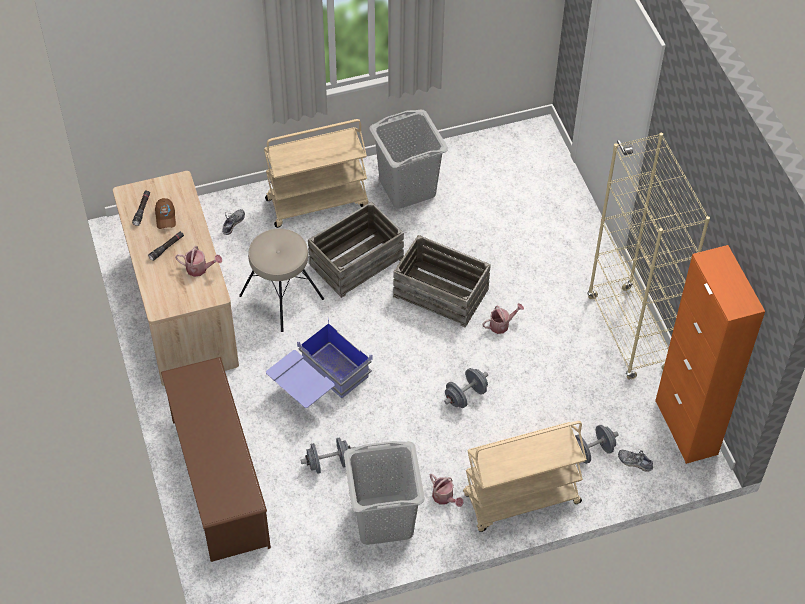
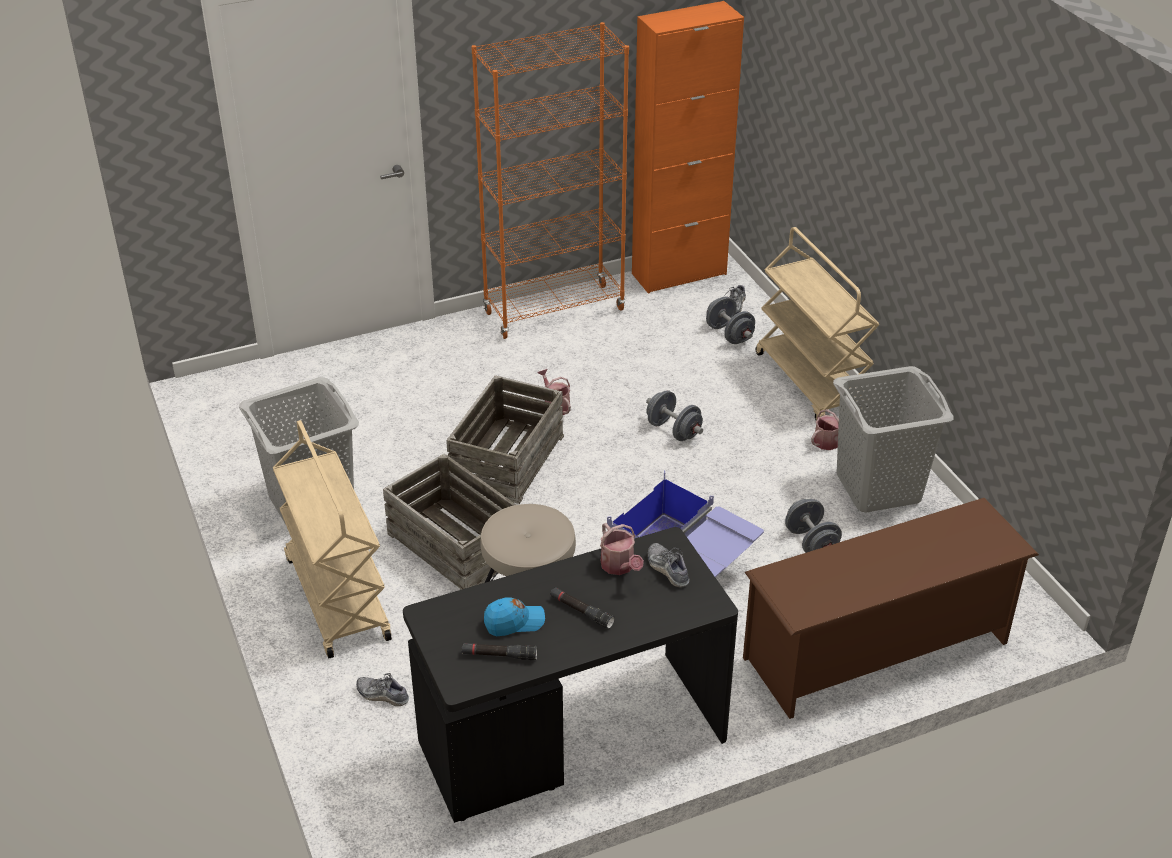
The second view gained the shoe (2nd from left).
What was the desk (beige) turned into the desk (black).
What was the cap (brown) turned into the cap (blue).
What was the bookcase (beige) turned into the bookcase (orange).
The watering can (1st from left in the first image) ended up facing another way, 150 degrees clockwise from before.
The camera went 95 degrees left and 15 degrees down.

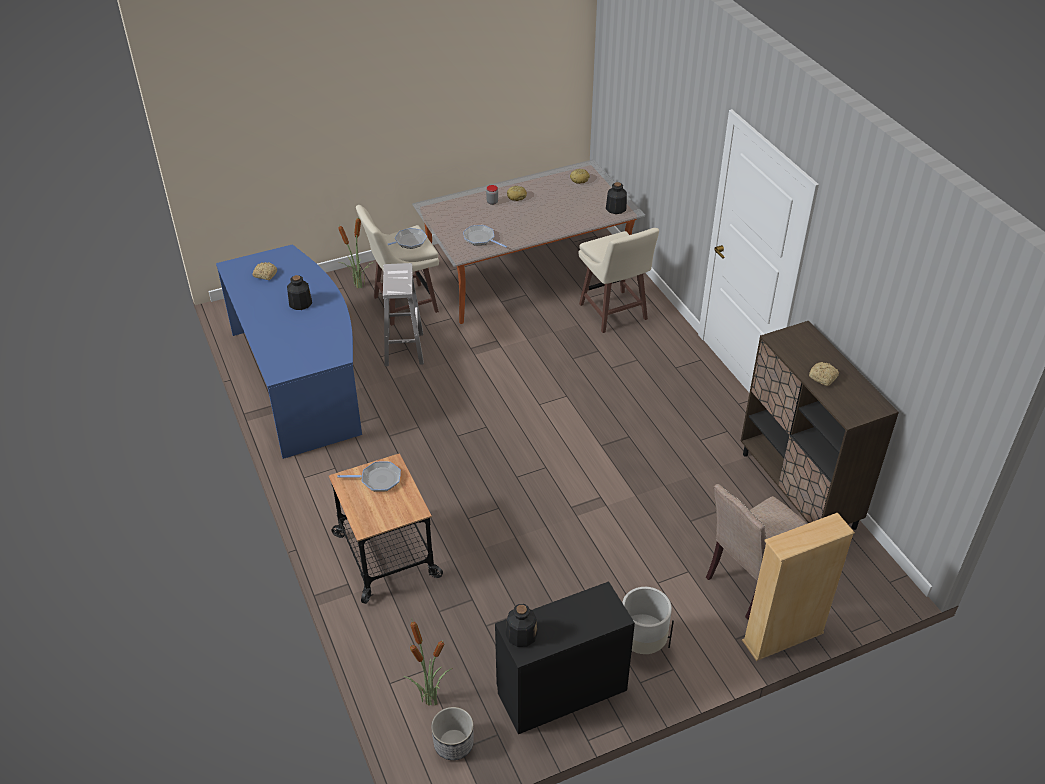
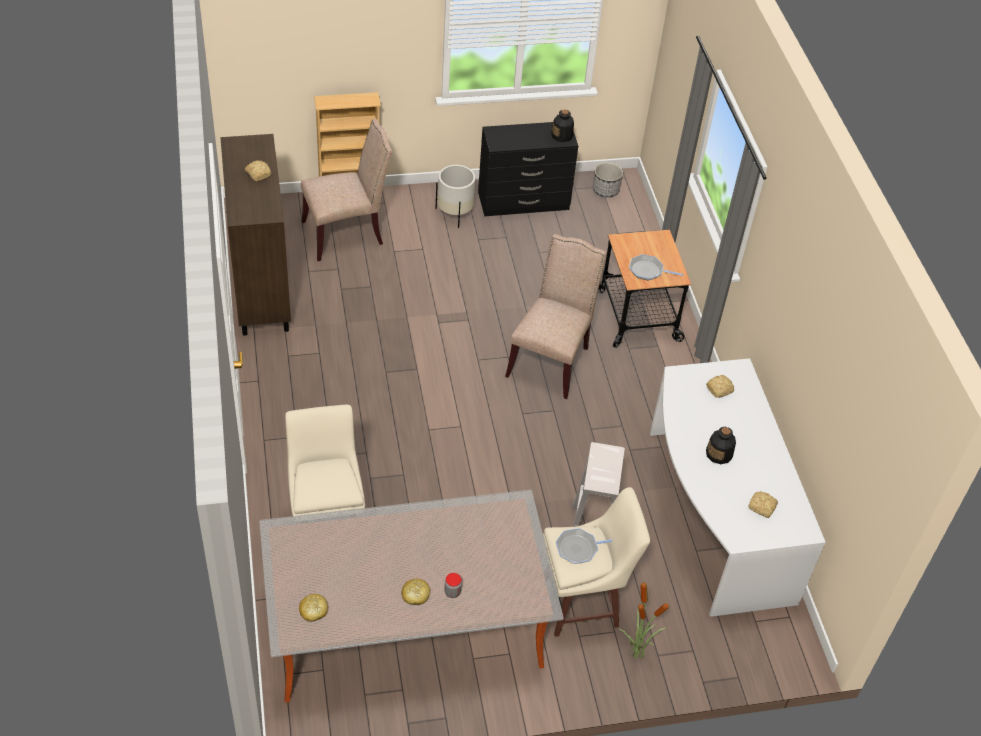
The second view lost the potted plant (2nd from left).
The second view lost the frying pan (3rd from left).
The second view lost the bottle (3rd from left).
The second view gained the chair (beige) (2nd from left).
The second view gained the bread (4th from left).
What was the desk (blue) turned into the desk (white).
The camera went 170 degrees left and 5 degrees up.

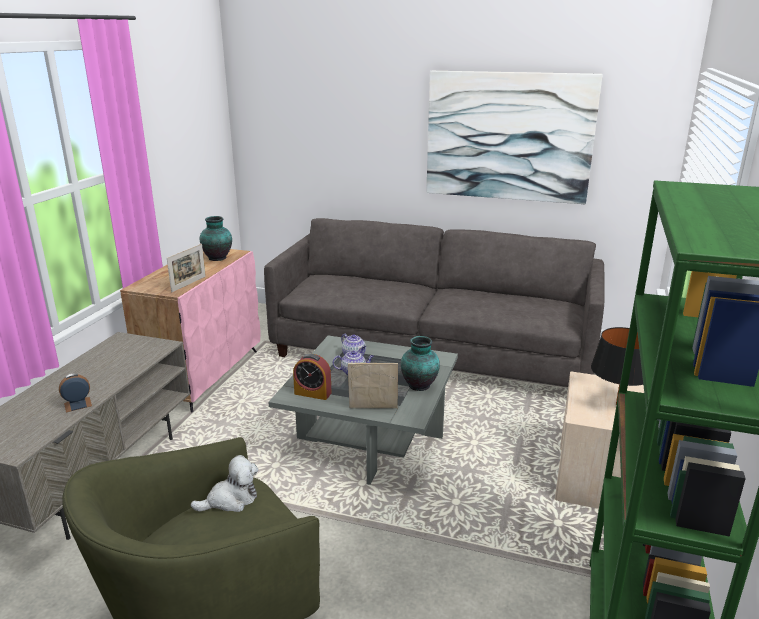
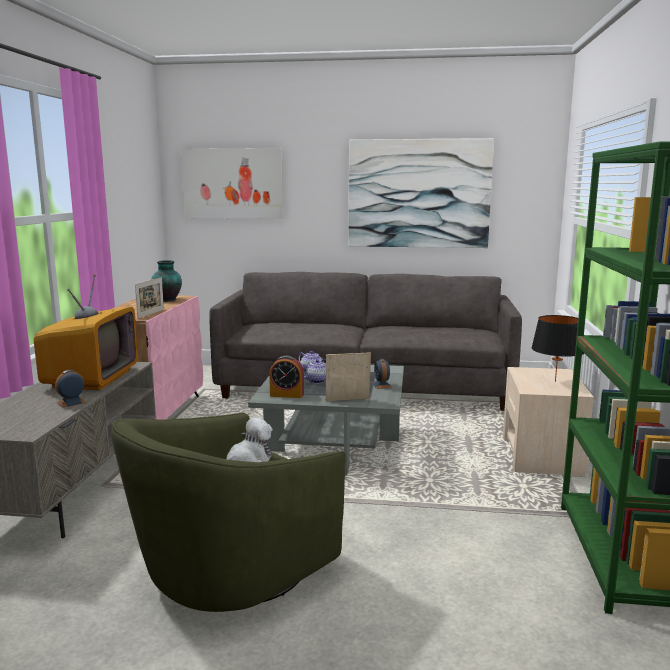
The second view gained the television.
The second view gained the picture (1st from left).
Where the vase (2nd from left) stood, the alarm clock (3rd from left) came to stand.
The camera went 10 degrees left and 10 degrees down.

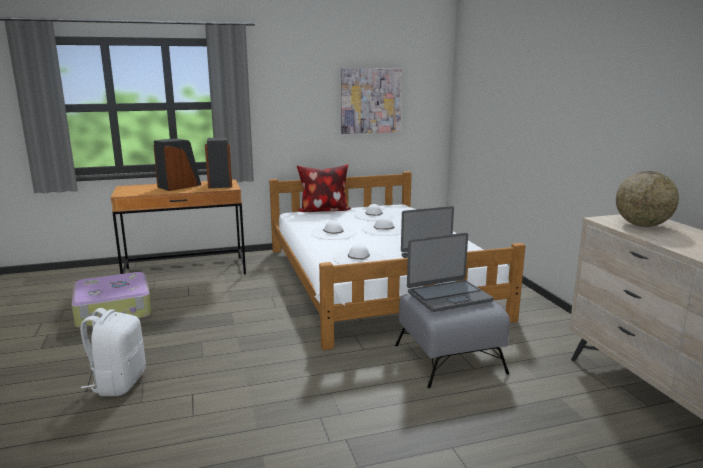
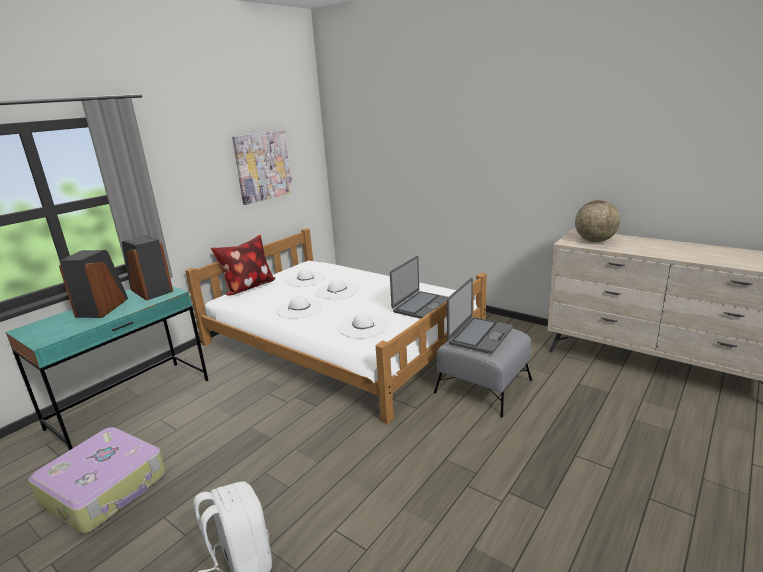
What was the desk (brown) turned into the desk (turquoise).
The camera went 35 degrees left and 5 degrees up.

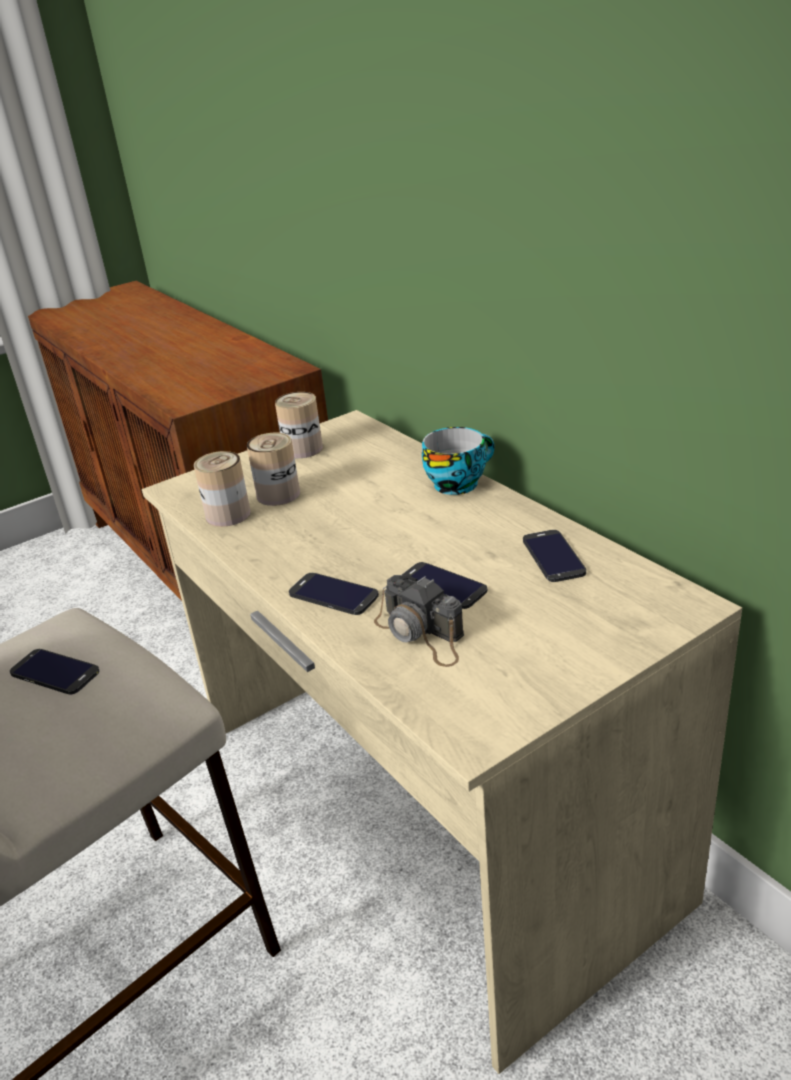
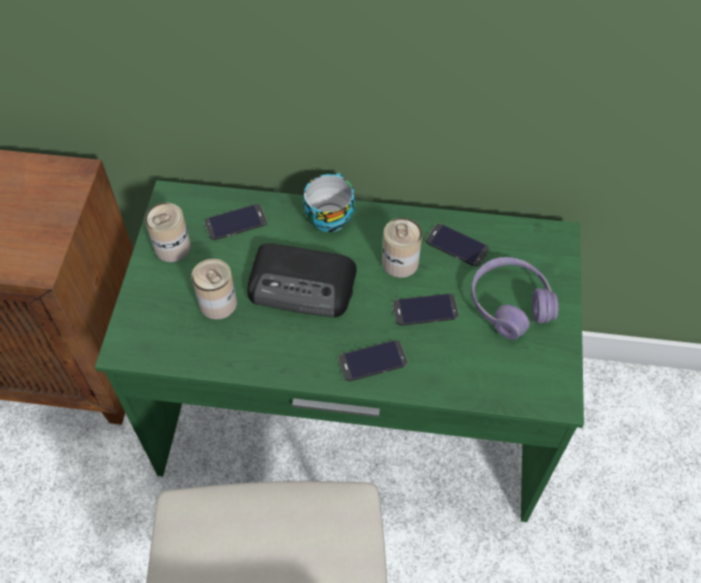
The second view lost the photo camera.
The second view gained the radio.
The second view gained the headphones (purple).
The phone (1st from left) ended up elsewhere.
The can (1st from left in the first image) ended up elsewhere.
What was the desk (beige) turned into the desk (green).
The camera went 50 degrees left and 25 degrees up.

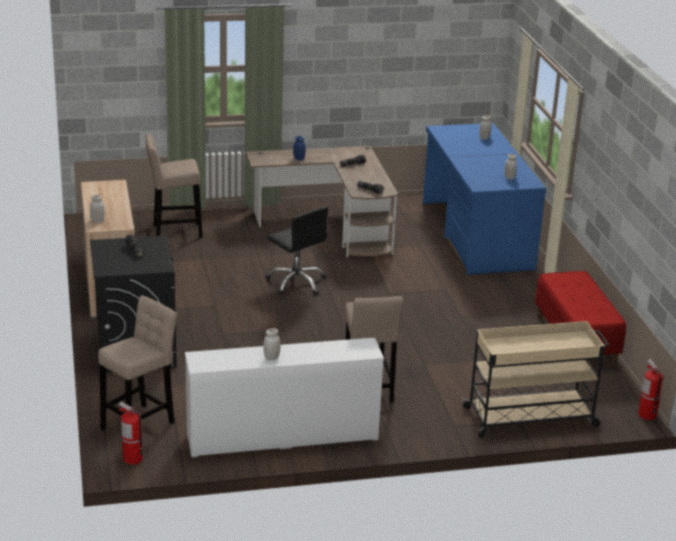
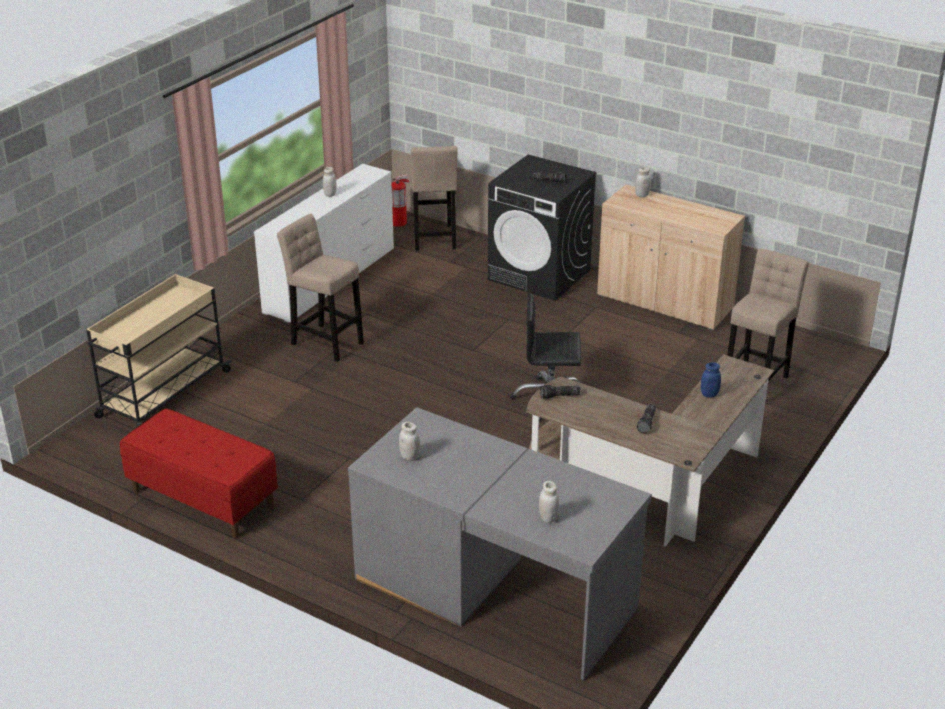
The second view lost the fire extinguisher (2nd from left).
What was the desk (blue) turned into the desk (grey).
The camera went 135 degrees right and 5 degrees up.

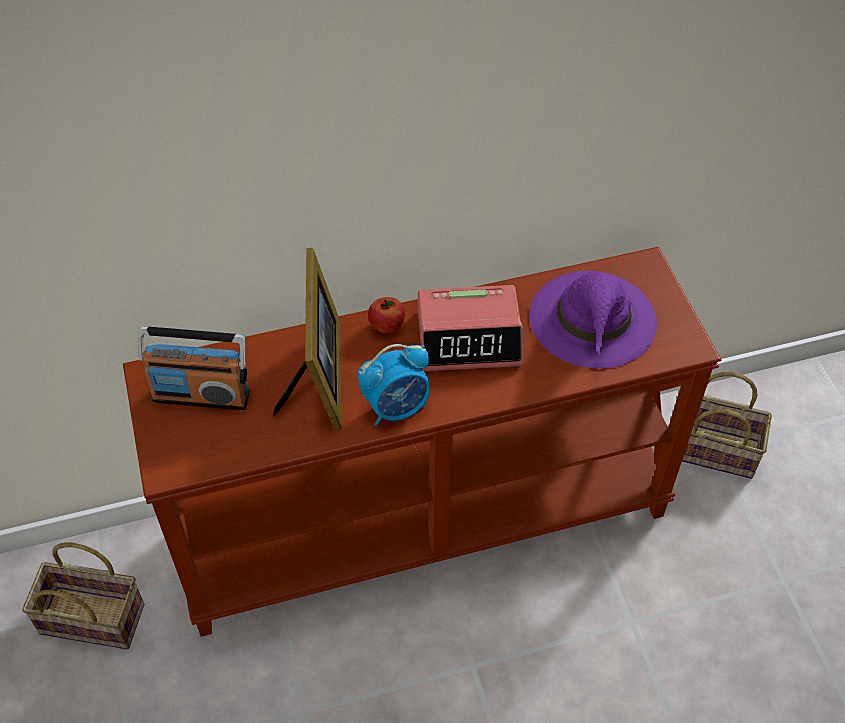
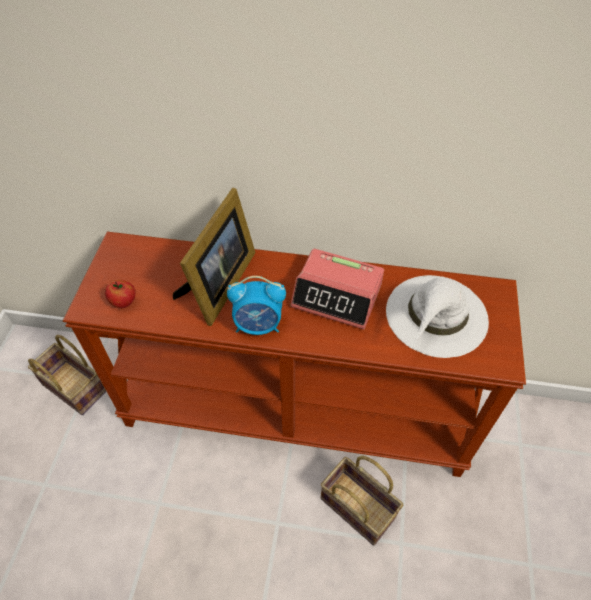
The second view lost the radio.
The apple ended up elsewhere.
The basket (2nd from left) ended up elsewhere.
What was the hat (purple) turned into the hat (white).
The camera went 25 degrees right and 0 degrees up.

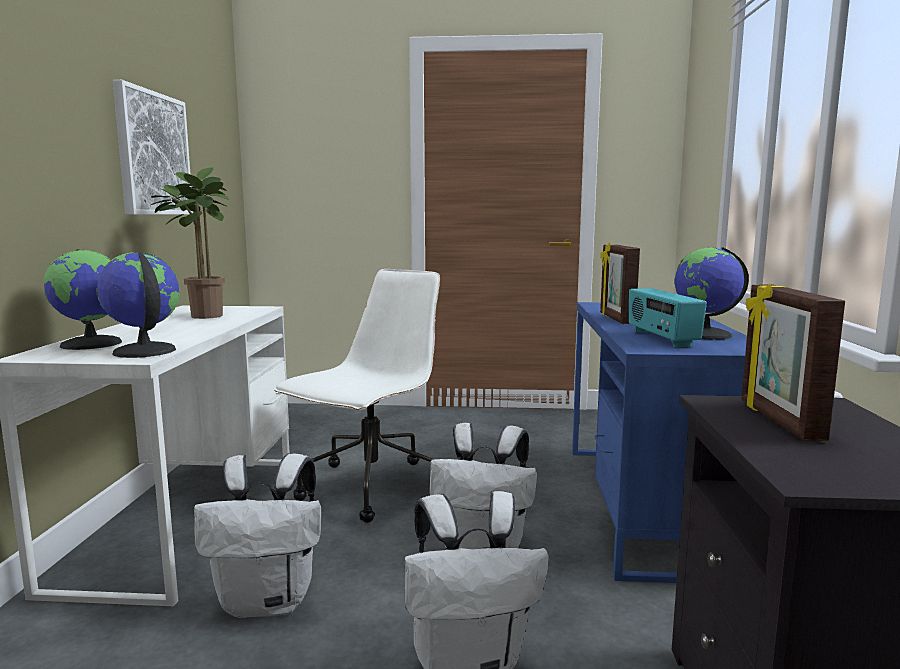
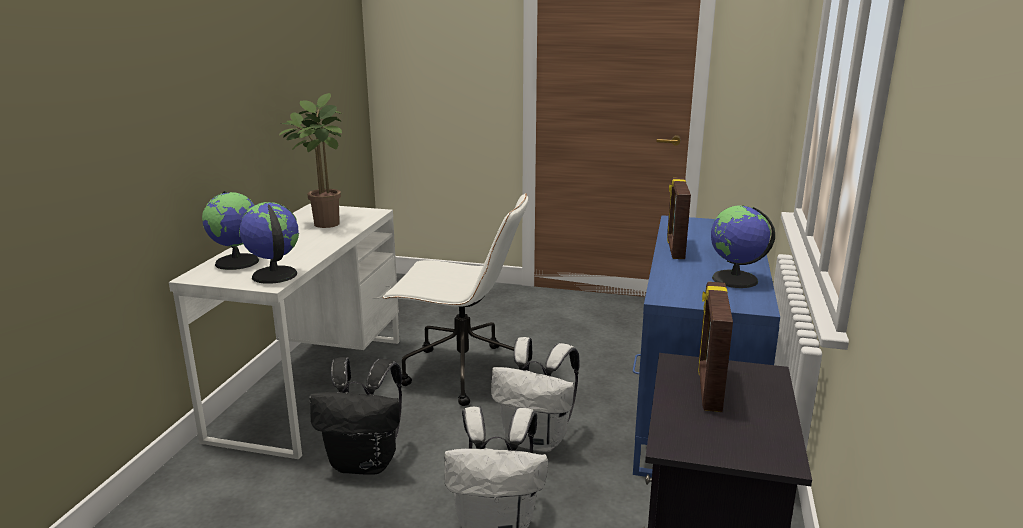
The second view lost the picture.
The second view lost the radio.
What was the backpack (white) (1st from left) turned into the backpack (black).
The office chair (white) ended up facing another way, 60 degrees clockwise from before.
The camera went 10 degrees right and 10 degrees up.

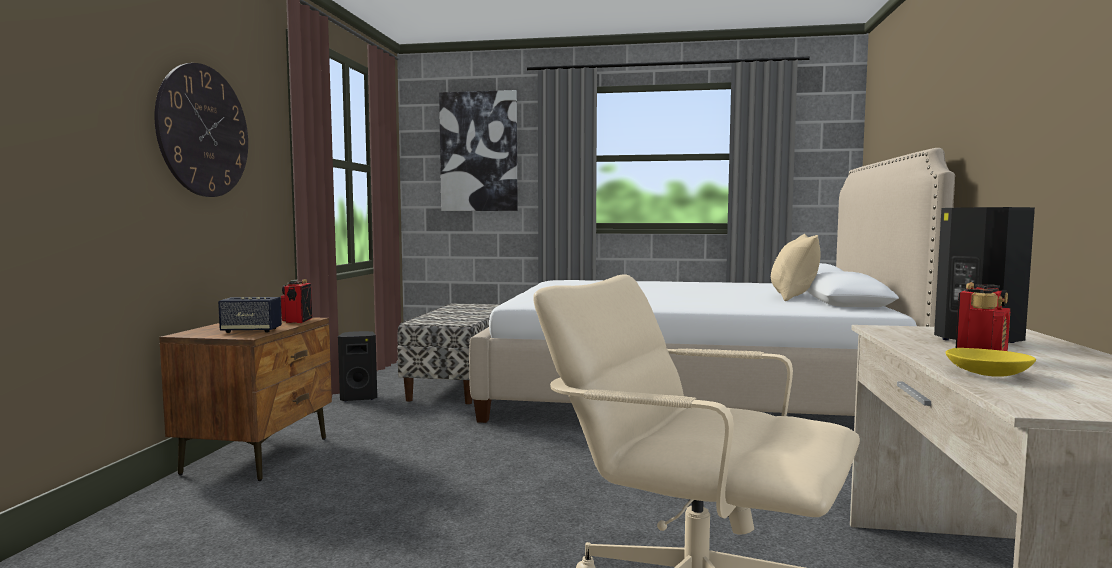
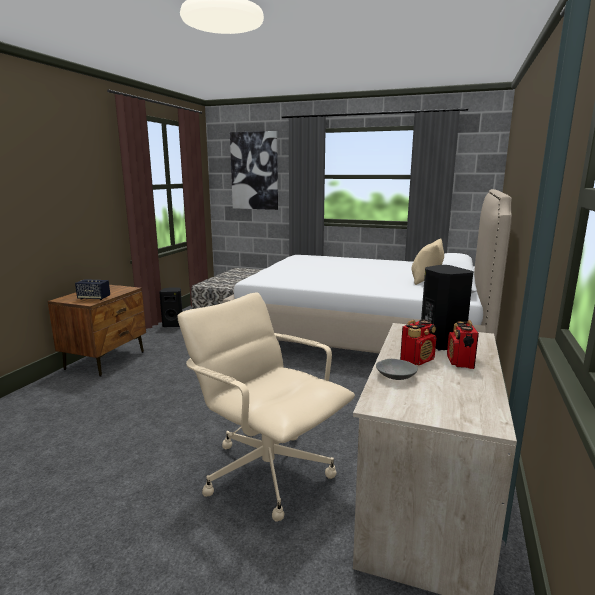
The second view lost the wall clock.
The radio (1st from left in the first image) ended up elsewhere.
What was the bowl (yellow) turned into the bowl (grey).
The camera went 10 degrees right and 10 degrees up.

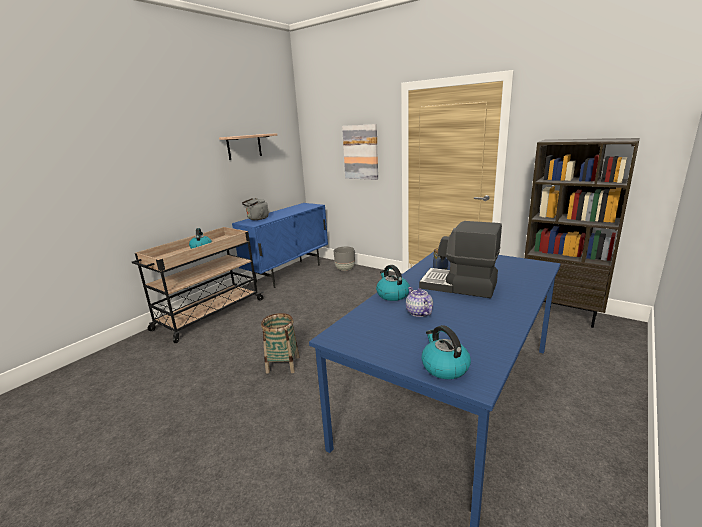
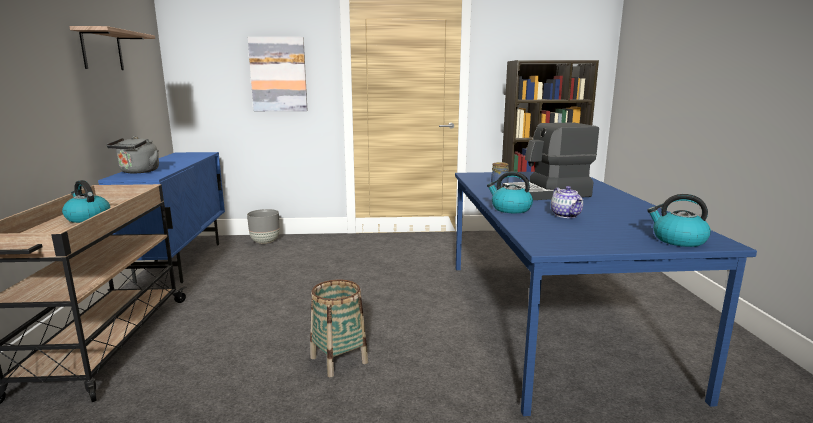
The teapot ended up facing another way, 135 degrees counterclockwise from before.
The camera went 40 degrees left and 5 degrees down.

